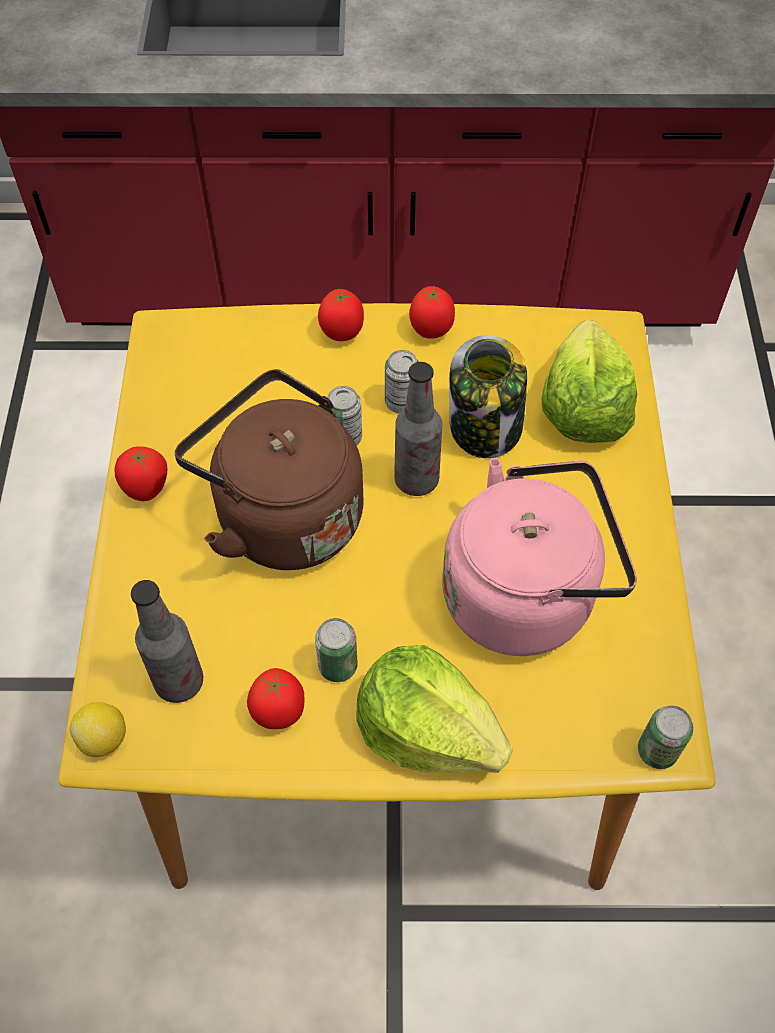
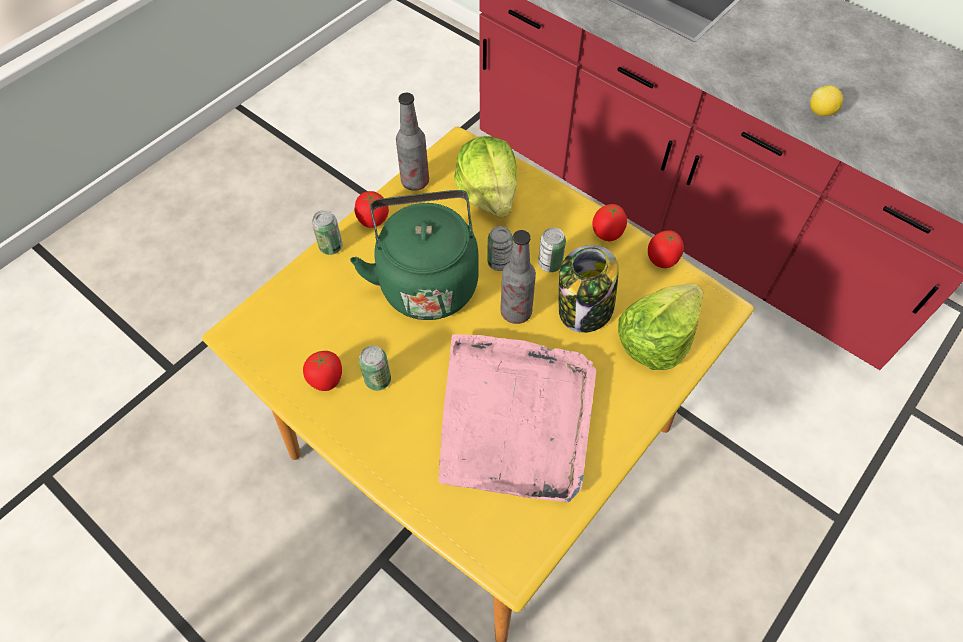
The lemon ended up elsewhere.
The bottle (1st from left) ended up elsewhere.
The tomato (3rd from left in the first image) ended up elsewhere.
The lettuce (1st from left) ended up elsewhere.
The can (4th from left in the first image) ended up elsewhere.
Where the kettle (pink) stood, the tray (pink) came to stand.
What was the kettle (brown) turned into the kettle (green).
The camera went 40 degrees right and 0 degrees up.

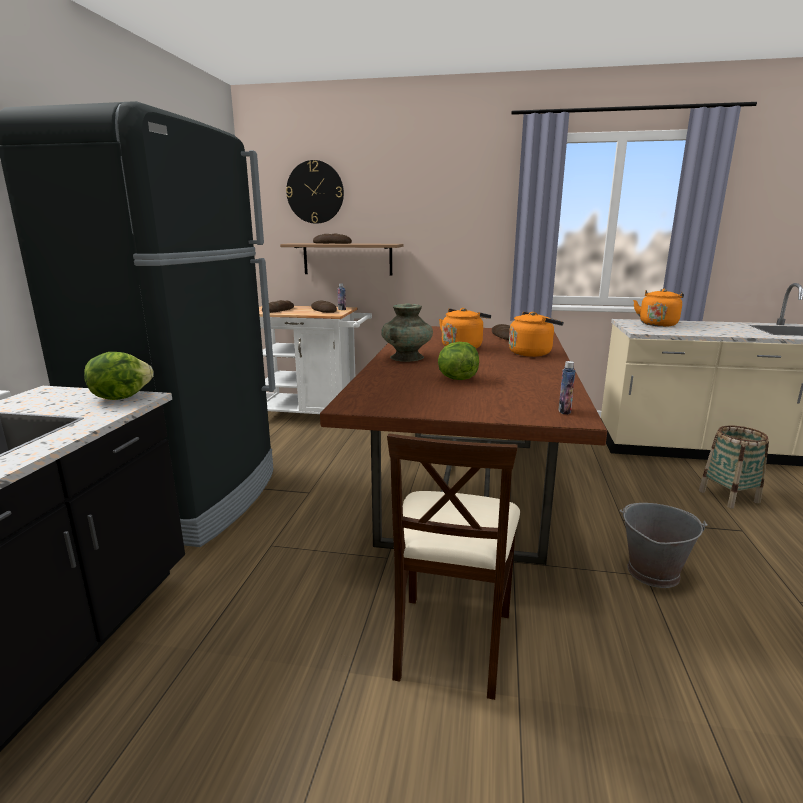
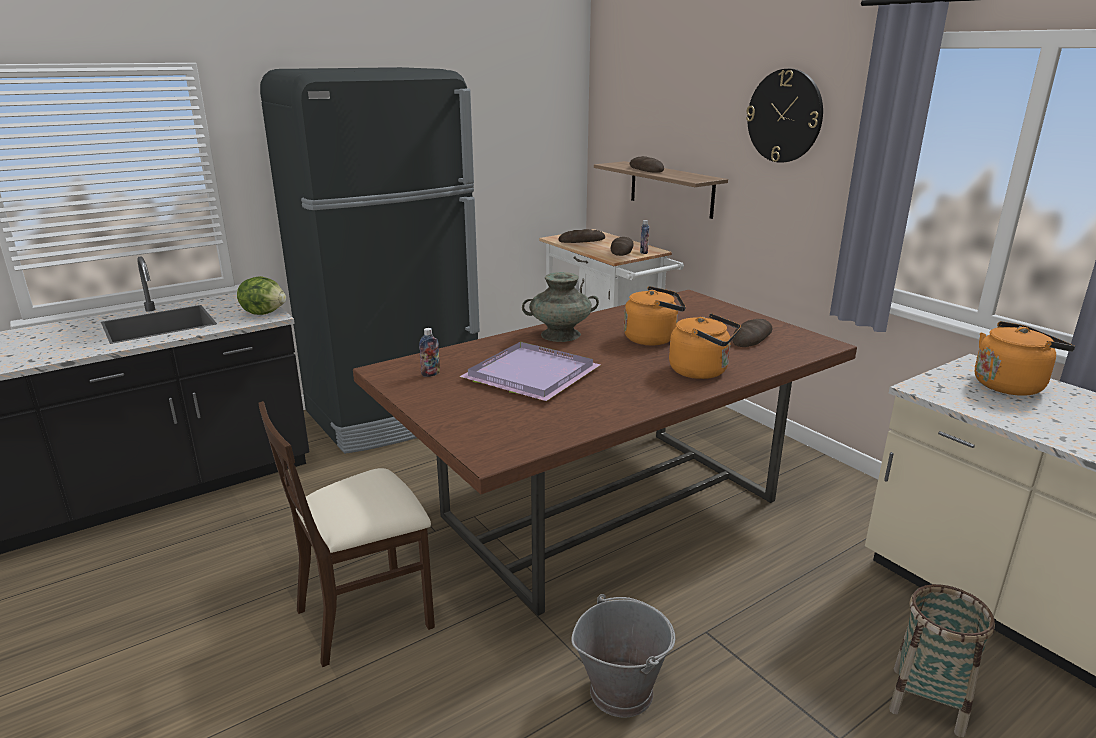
The wall clock ended up elsewhere.
The bottle (2nd from left in the first image) ended up elsewhere.
Where the lettuce (2nd from left) stood, the tray (purple) came to stand.
The camera went 45 degrees right and 5 degrees up.

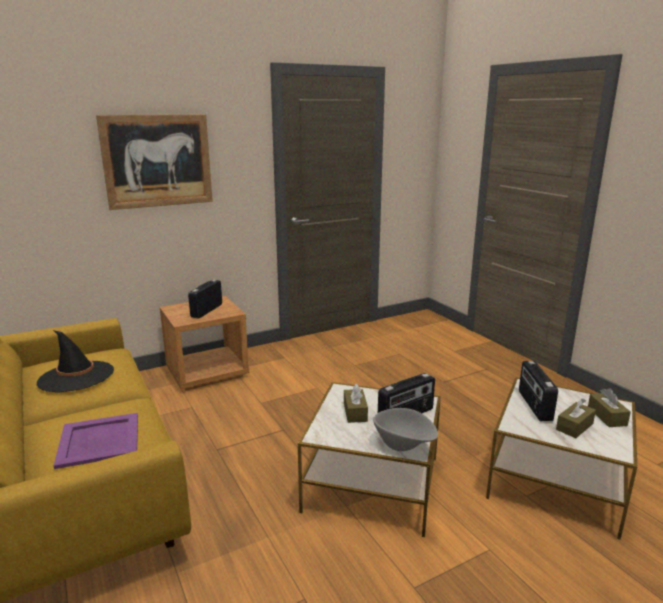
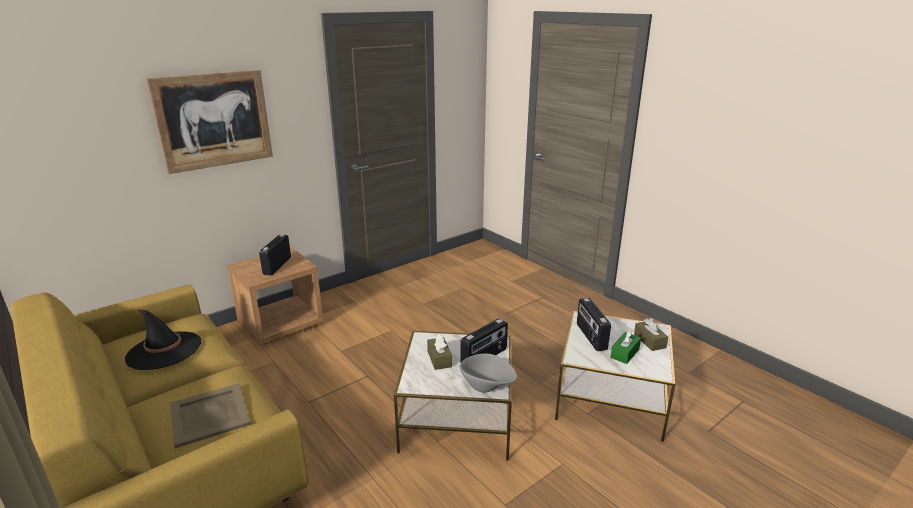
What was the tray (purple) turned into the tray (beige).
What was the tissue box (brown) (2nd from left) turned into the tissue box (green).
The camera went 10 degrees left and 5 degrees up.

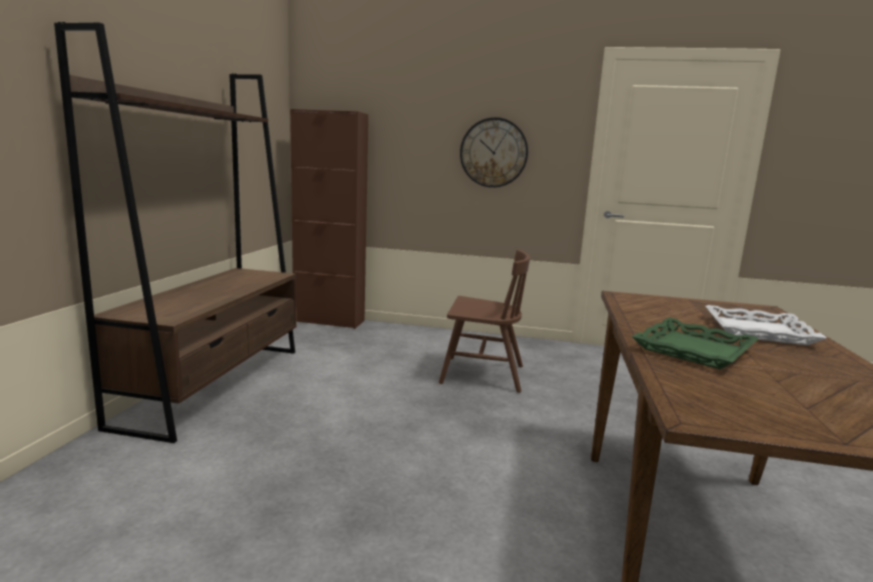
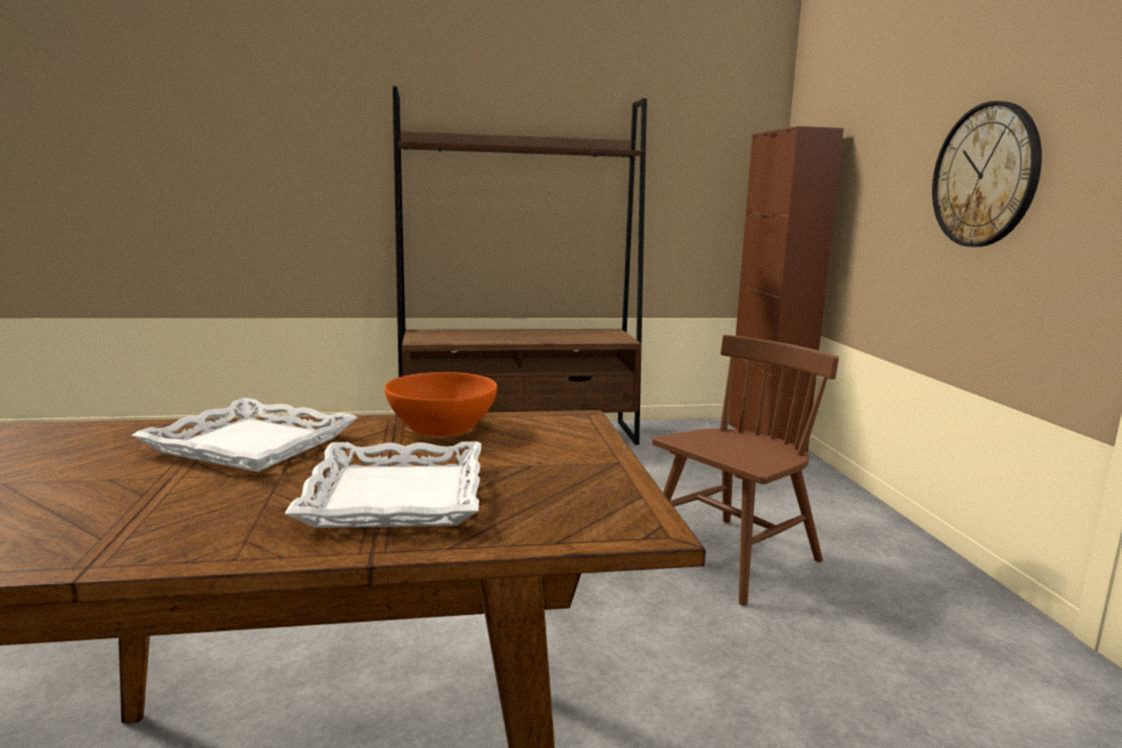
The second view gained the bowl (orange).
What was the tray (green) turned into the tray (white) (1st from left).
The chair (brown) ended up facing another way, 120 degrees counterclockwise from before.
The camera went 70 degrees right and 0 degrees up.

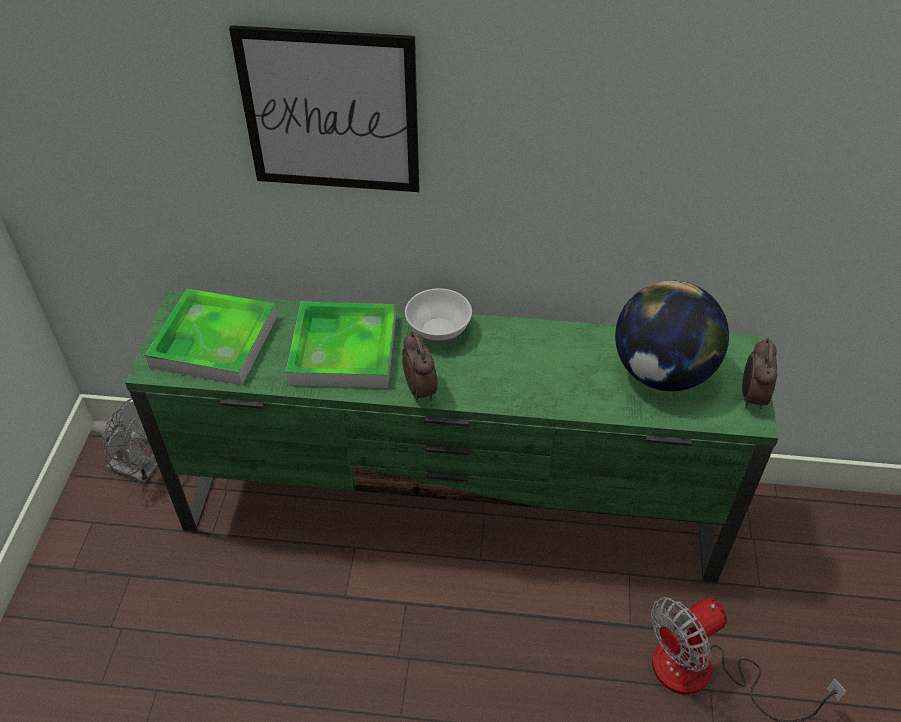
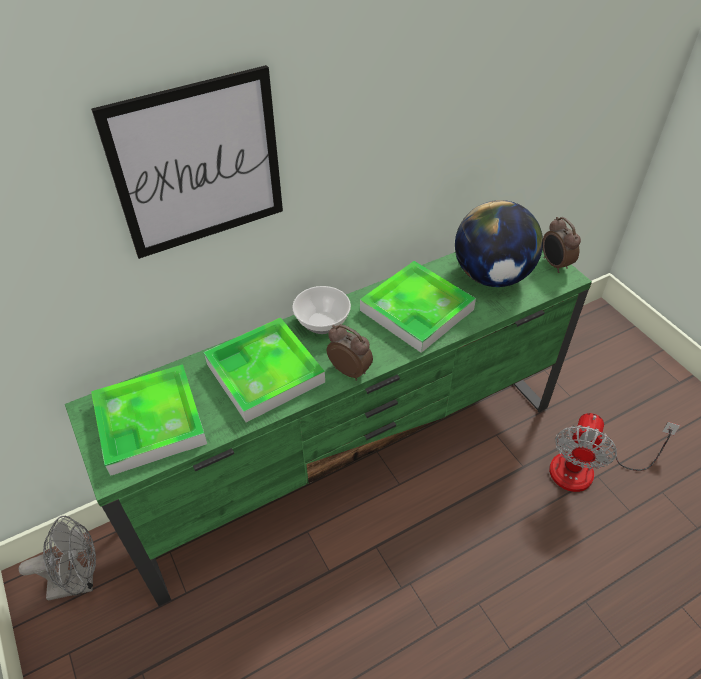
The second view gained the tray (3rd from left).
The camera went 35 degrees left and 0 degrees up.

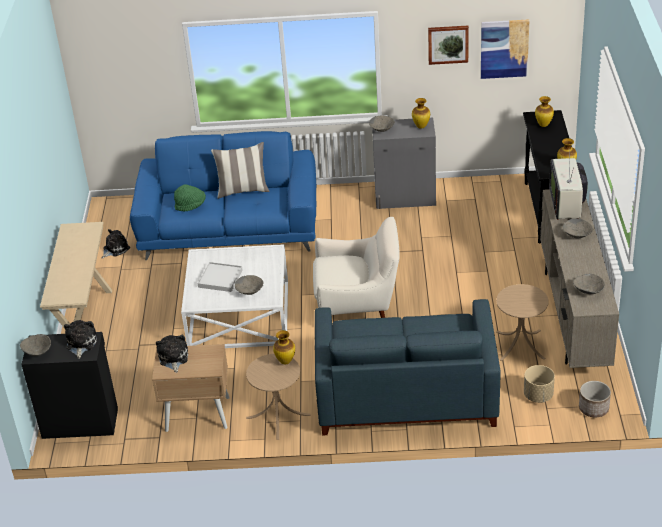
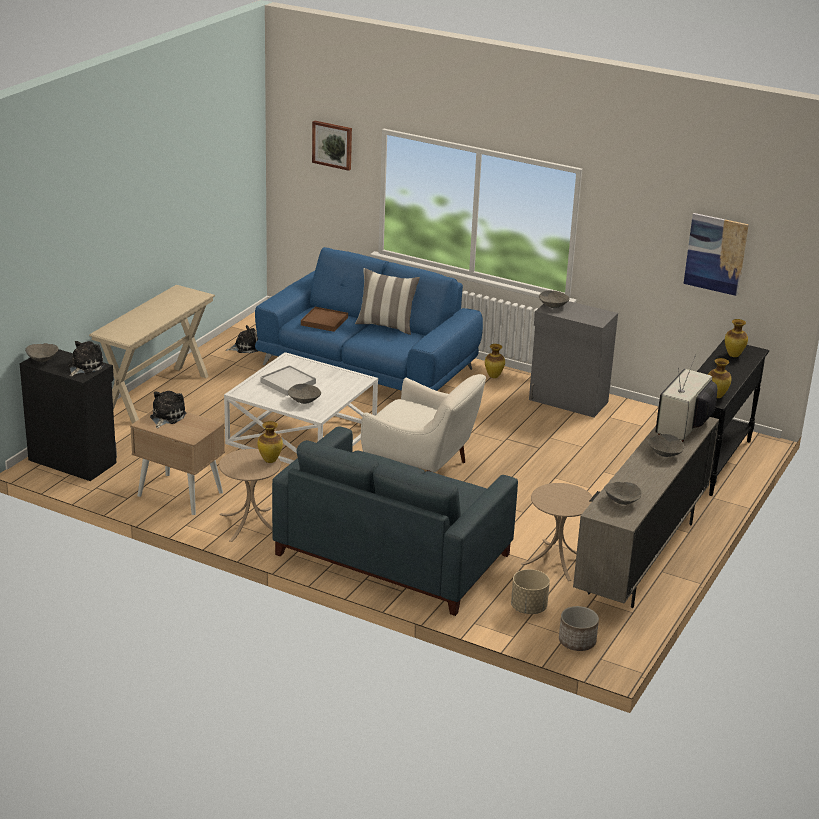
The vase (2nd from left) ended up elsewhere.
The picture (1st from left) ended up elsewhere.
Where the hat (green) stood, the tray (brown) came to stand.
The camera went 25 degrees right and 10 degrees down.

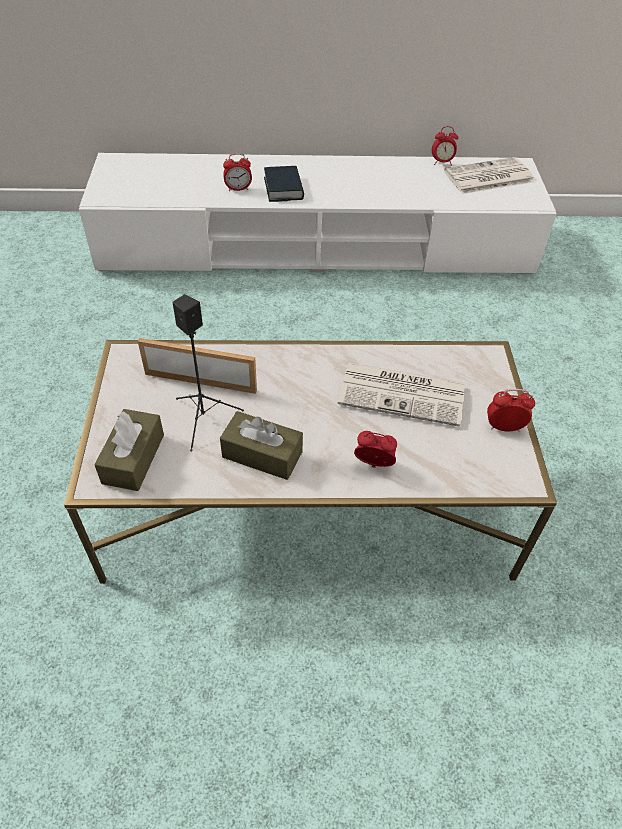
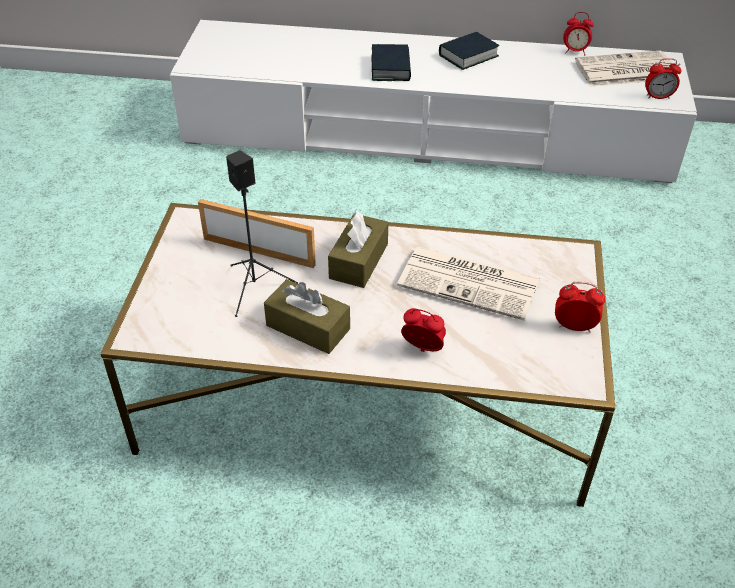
The second view gained the book (2nd from left).
The tissue box (brown) (1st from left in the first image) ended up elsewhere.
The alarm clock (1st from left in the first image) ended up elsewhere.
The camera went 10 degrees right and 5 degrees down.

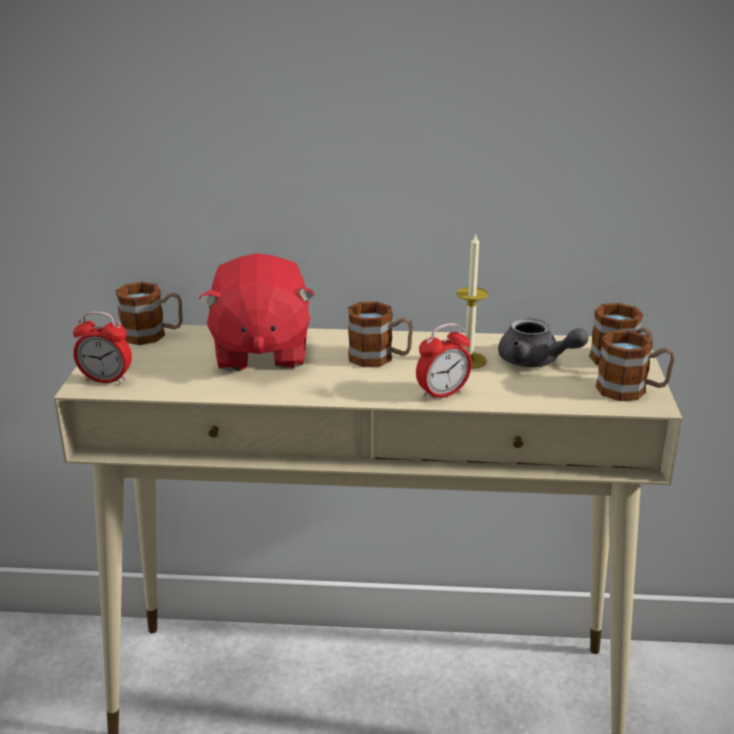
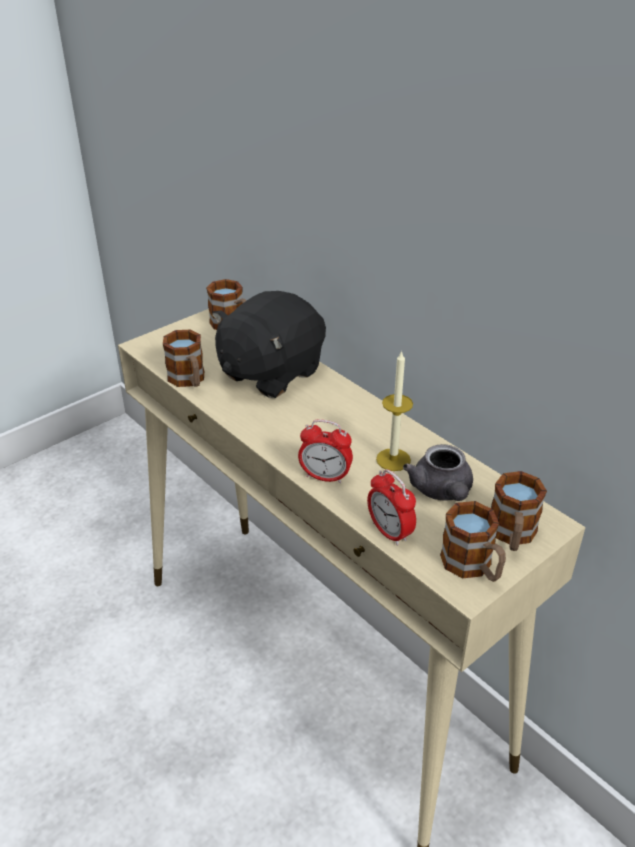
The alarm clock (1st from left in the first image) ended up elsewhere.
The mug (2nd from left in the first image) ended up elsewhere.
What was the plush toy (red) turned into the plush toy (black).
The camera went 45 degrees right and 10 degrees up.

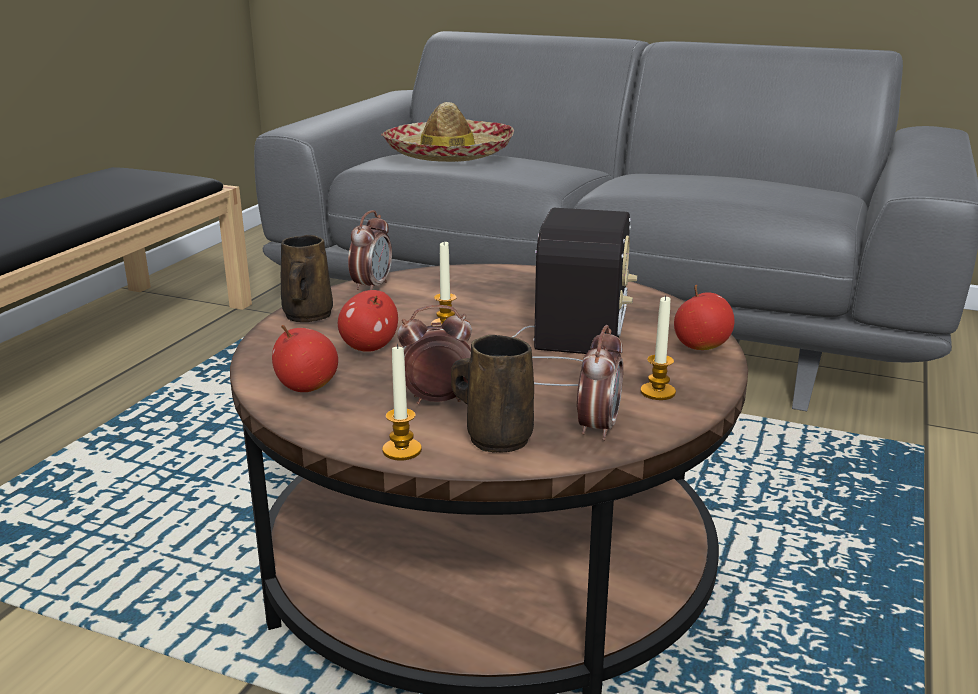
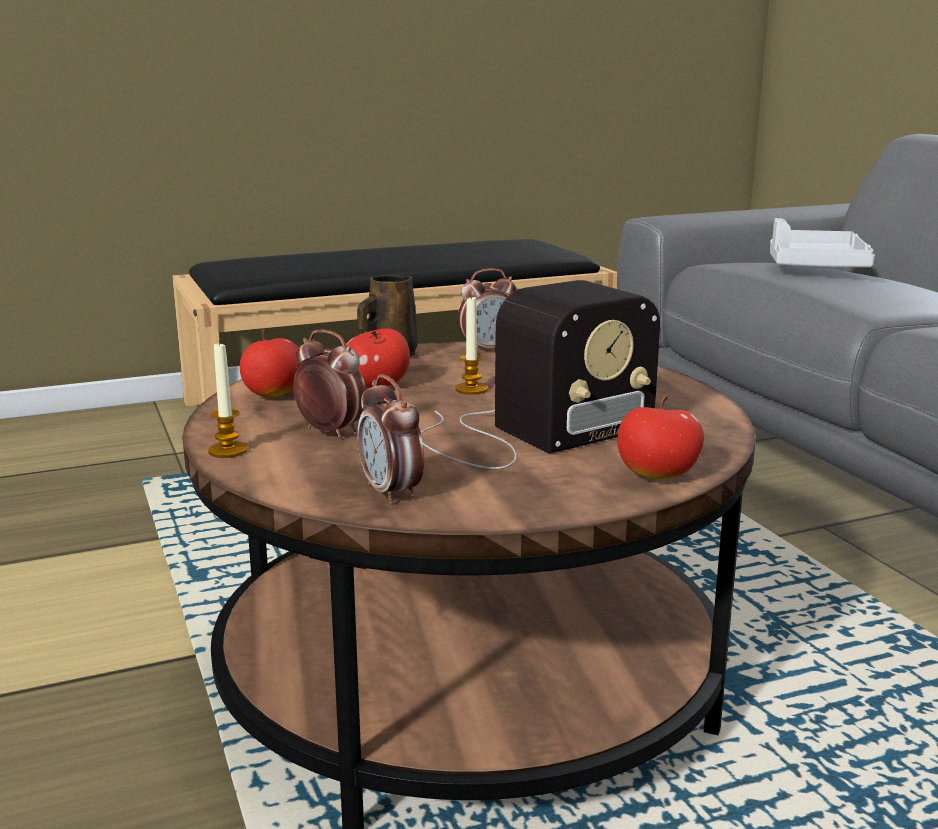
The second view lost the mug (brown) (2nd from left).
The second view lost the candle (3rd from left).
Where the hat stood, the tray (grey) came to stand.
The alarm clock (3rd from left in the first image) ended up facing another way, 90 degrees clockwise from before.
The camera went 45 degrees right and 5 degrees down.

